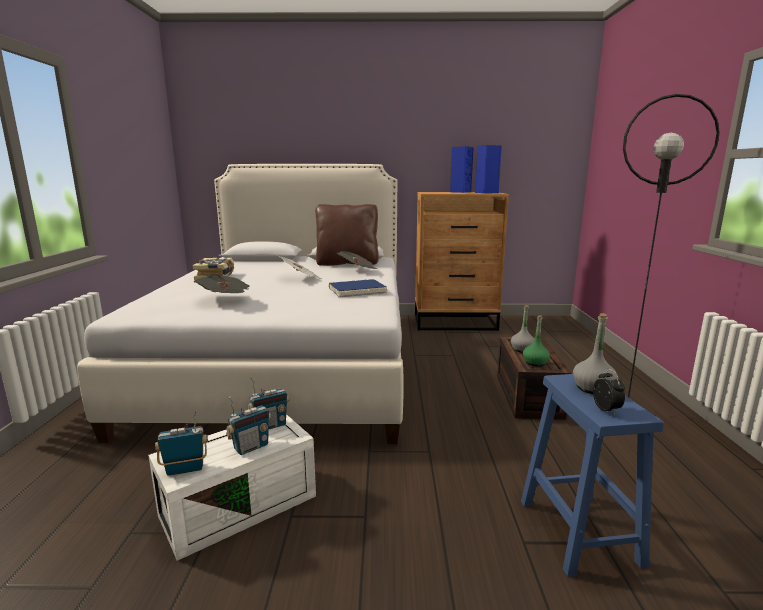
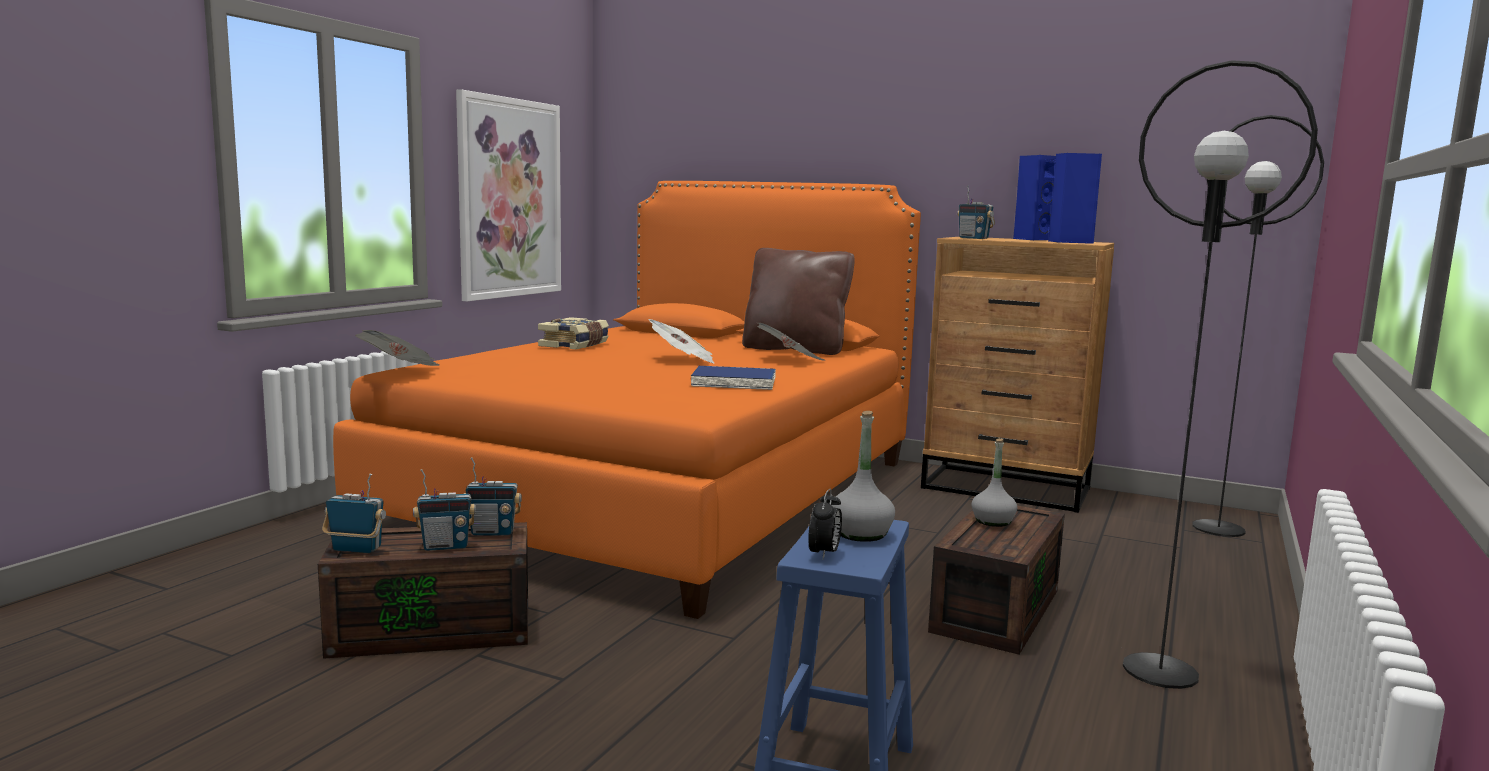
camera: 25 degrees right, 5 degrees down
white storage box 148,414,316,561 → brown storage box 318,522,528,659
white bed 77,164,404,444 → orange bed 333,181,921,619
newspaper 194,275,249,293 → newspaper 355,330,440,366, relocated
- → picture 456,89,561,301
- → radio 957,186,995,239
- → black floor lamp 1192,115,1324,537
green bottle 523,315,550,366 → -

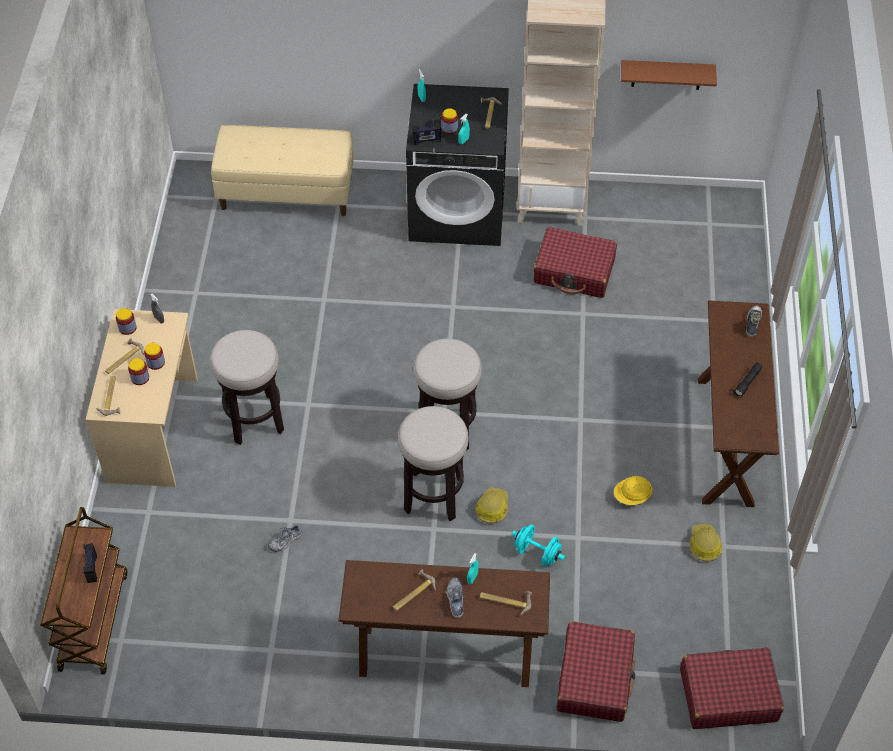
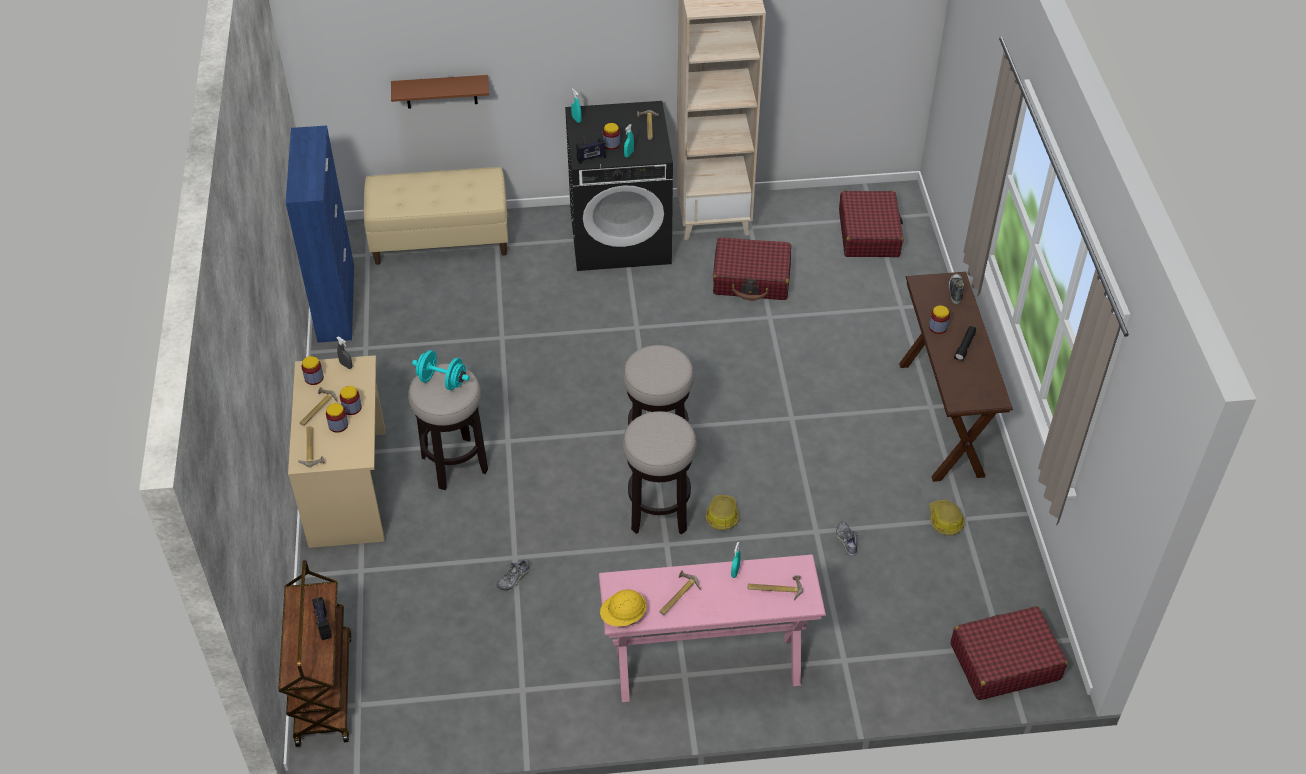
camera: 10 degrees left, 5 degrees down
- → blue cabinet 286,125,354,343
brown shelf 621,60,717,90 → brown shelf 391,75,489,109, relocated
turquoise dumbbell 512,525,565,566 → turquoise dumbbell 412,350,470,390, relocated
brown console table 338,560,550,687 → pink console table 599,555,826,702
yellow hard hat 614,476,653,505 → yellow hard hat 600,589,647,626, relocated
shoe 445,577,465,618 → shoe 836,522,858,556, relocated
red suitcase 557,621,635,722 → red suitcase 839,191,903,257, relocated
- → jar 929,305,950,334

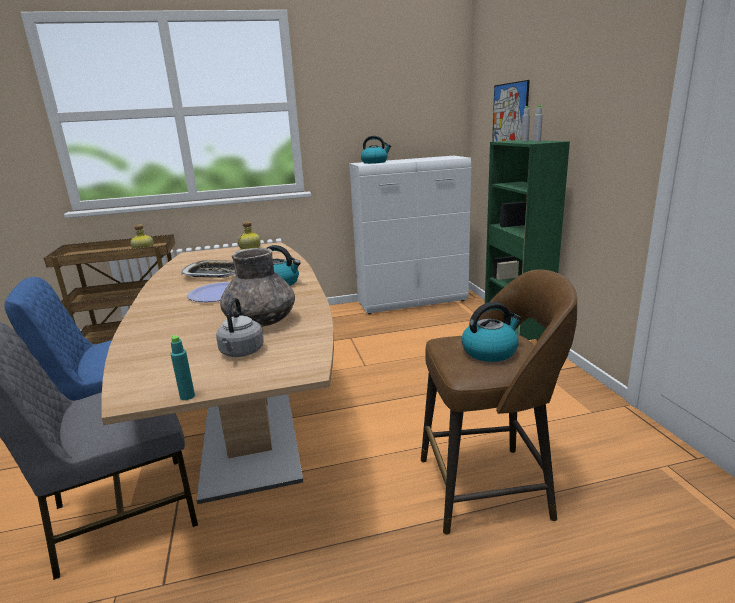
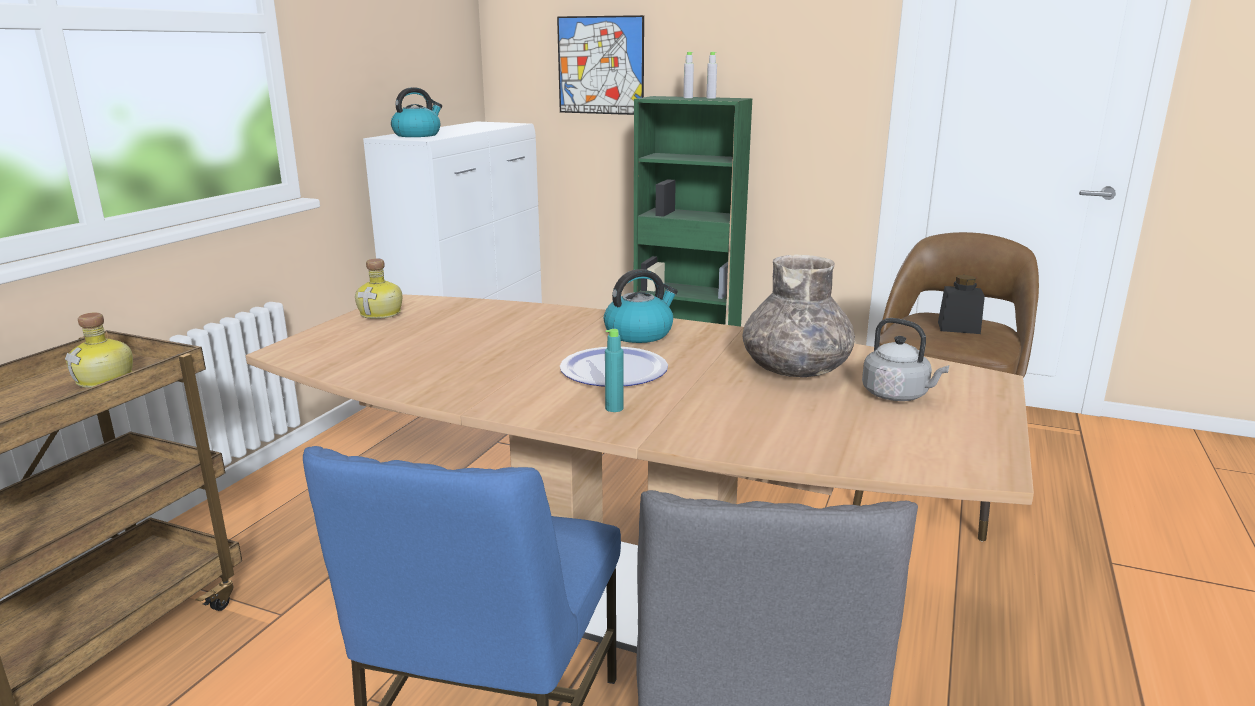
camera: 55 degrees left, 0 degrees up
turquoise bottle 171,335,195,400 → turquoise bottle 605,329,624,412, relocated
kettle 461,302,522,362 → black jar 938,275,985,334
tray 181,260,235,278 → -

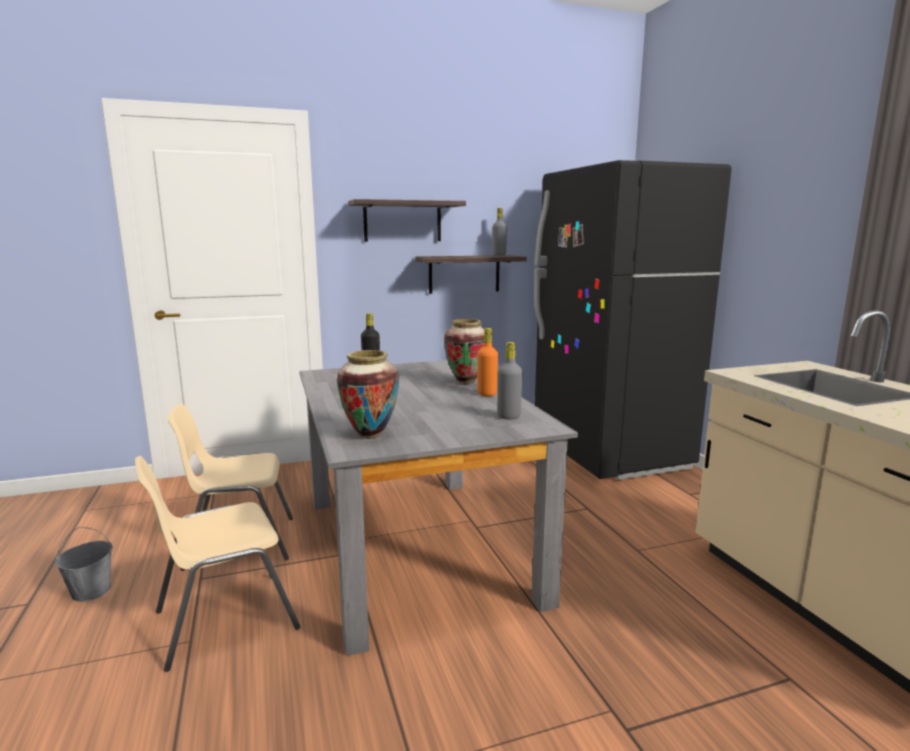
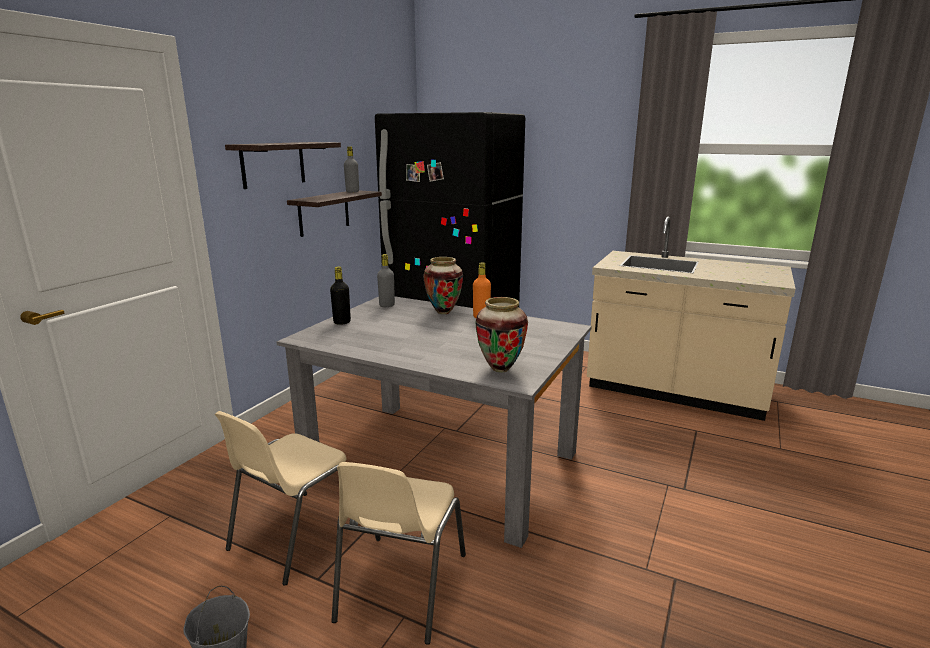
camera: 45 degrees left, 5 degrees up
grey bottle 497,342,523,419 → grey bottle 377,254,395,307, relocated

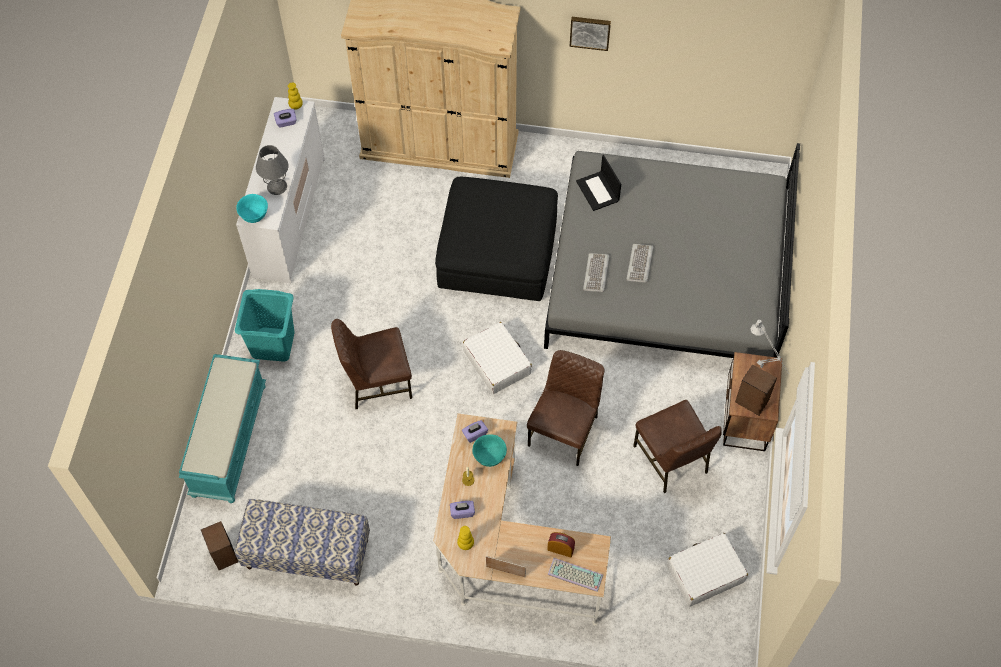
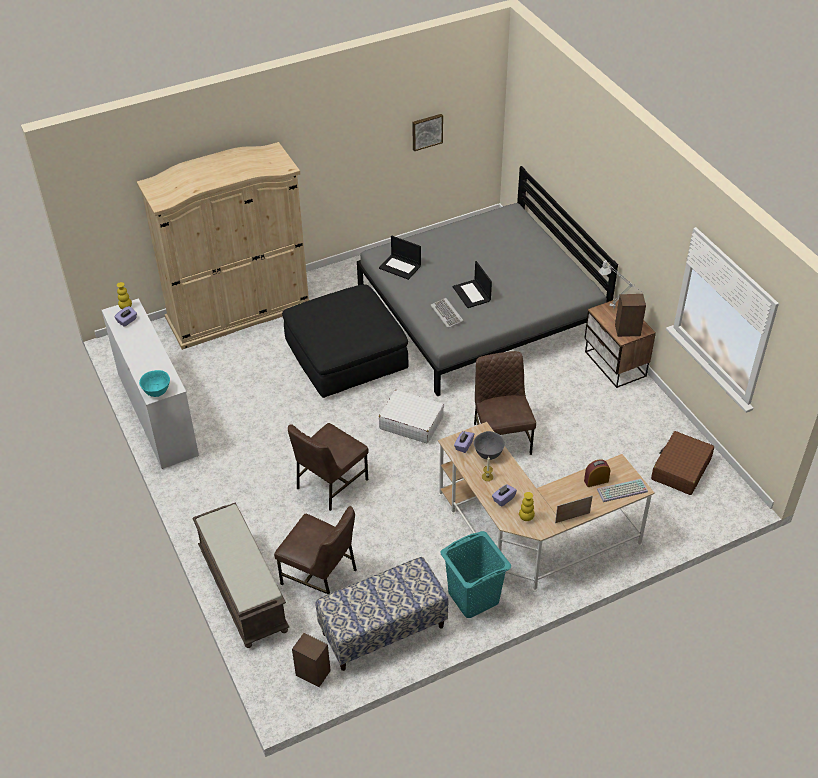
camera: 35 degrees left, 15 degrees down
turquoise bench 179,354,266,503 → brown bench 192,502,289,648
brown chair 633,400,722,493 → brown chair 274,506,357,594, relocated
picture 570,17,611,51 → picture 412,114,443,151, relocated
turquoise laundry basket 235,289,295,362 → turquoise laundry basket 440,531,511,618, relocated
keyboard 626,244,653,283 → laptop 453,261,492,308
turquoise bowl 472,435,507,467 → grey bowl 474,431,505,460
white suitcase 667,533,748,607 → brown suitcase 651,431,714,495
grey table lamp 256,145,289,195 → -

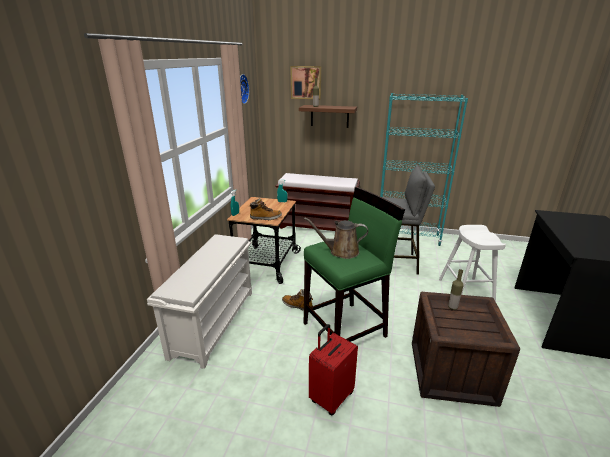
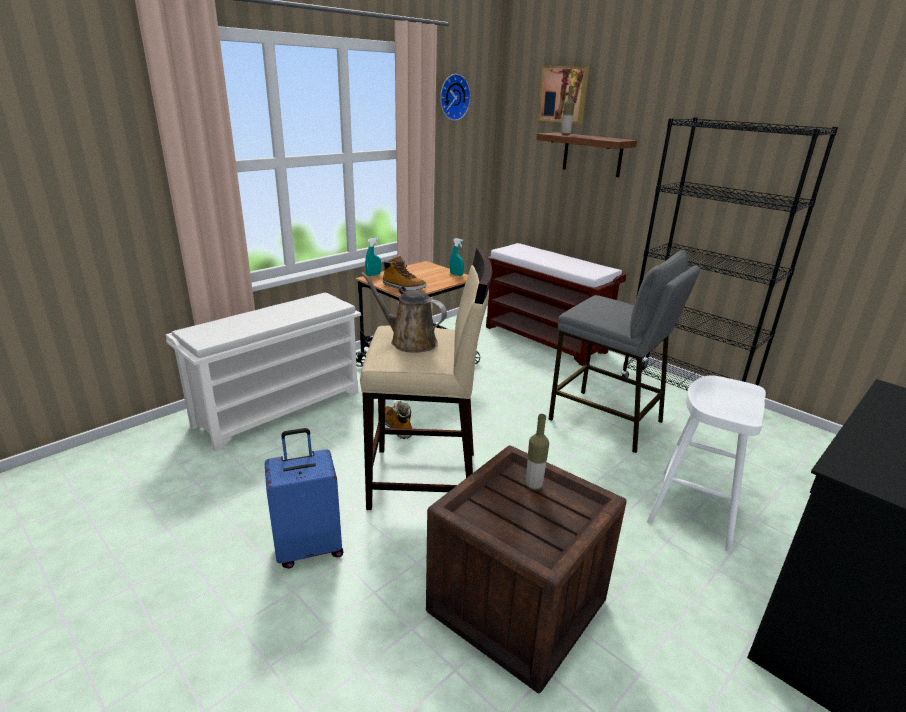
camera: 30 degrees right, 0 degrees up
red suitcase 309,324,358,415 → blue suitcase 265,428,343,568
green stool 304,187,405,342 → beige stool 360,248,492,510
turquoise bookcase 380,93,468,246 → black bookcase 621,117,838,391

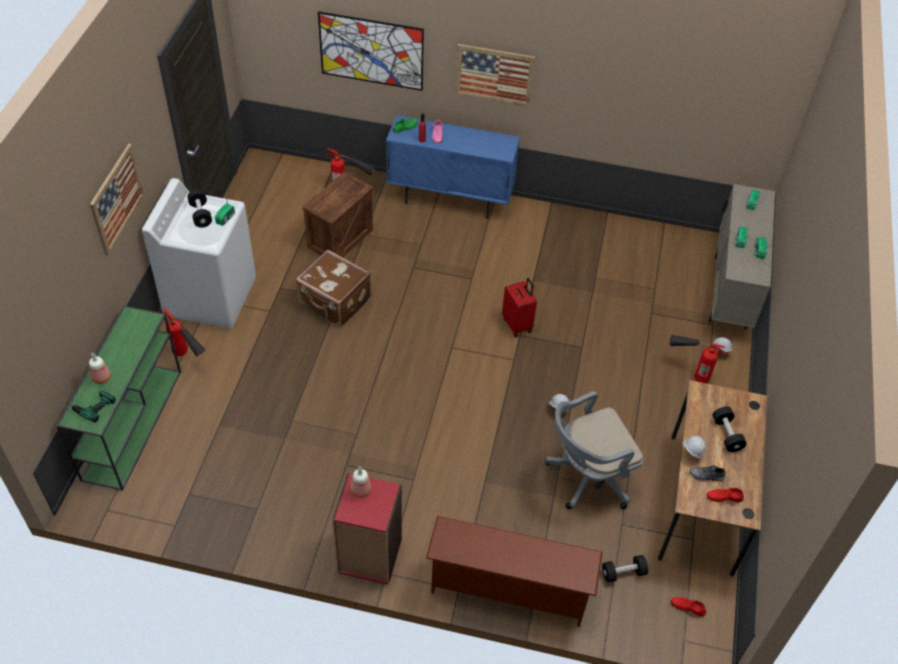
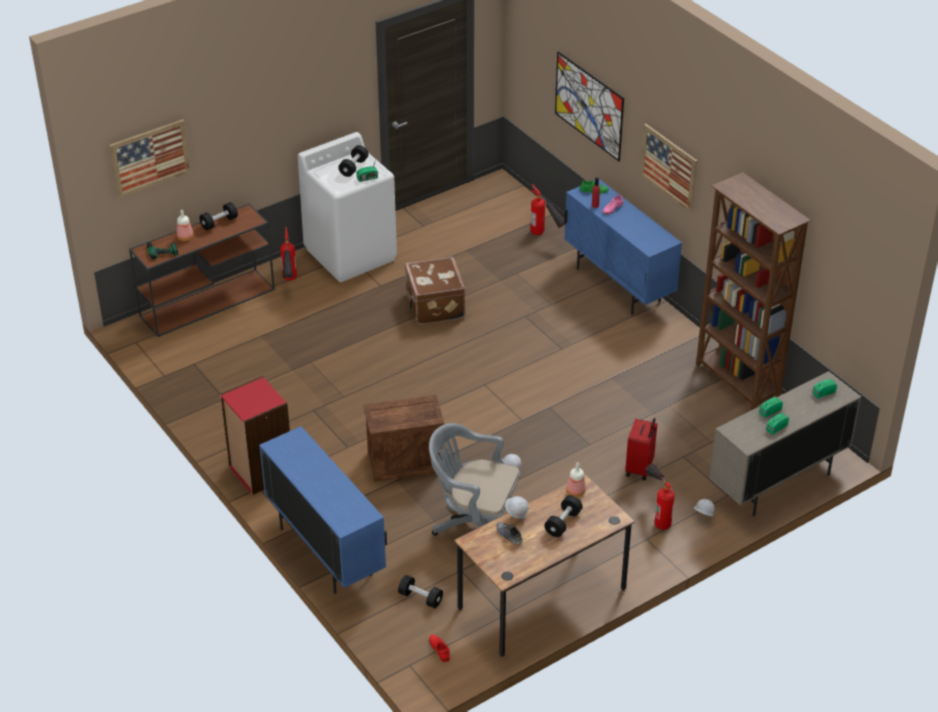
camera: 45 degrees right, 10 degrees down
picture 90,143,144,256 → picture 109,119,190,198, relocated
green console table 57,306,181,491 → brown console table 129,204,275,337
- → black dumbbell 199,202,238,230
brown shoe rack 426,516,603,627 → blue cabinet 259,426,387,594
crate 302,171,374,257 → crate 363,395,445,482, relocated
bottle 351,466,371,498 → bottle 566,463,586,497, relocated
red suitcase 502,278,537,337 → red suitcase 625,418,657,480, relocated
- → brown bookcase 696,172,811,410
red shoe 707,487,744,502 → -

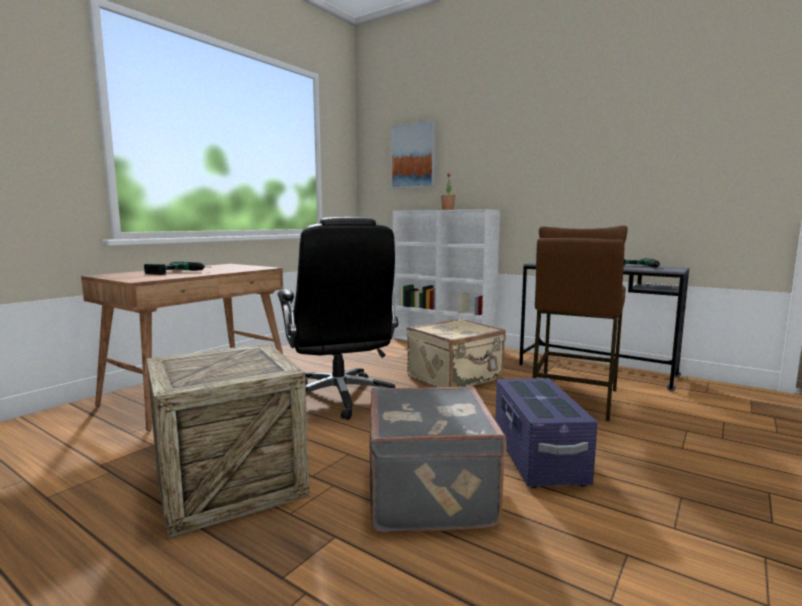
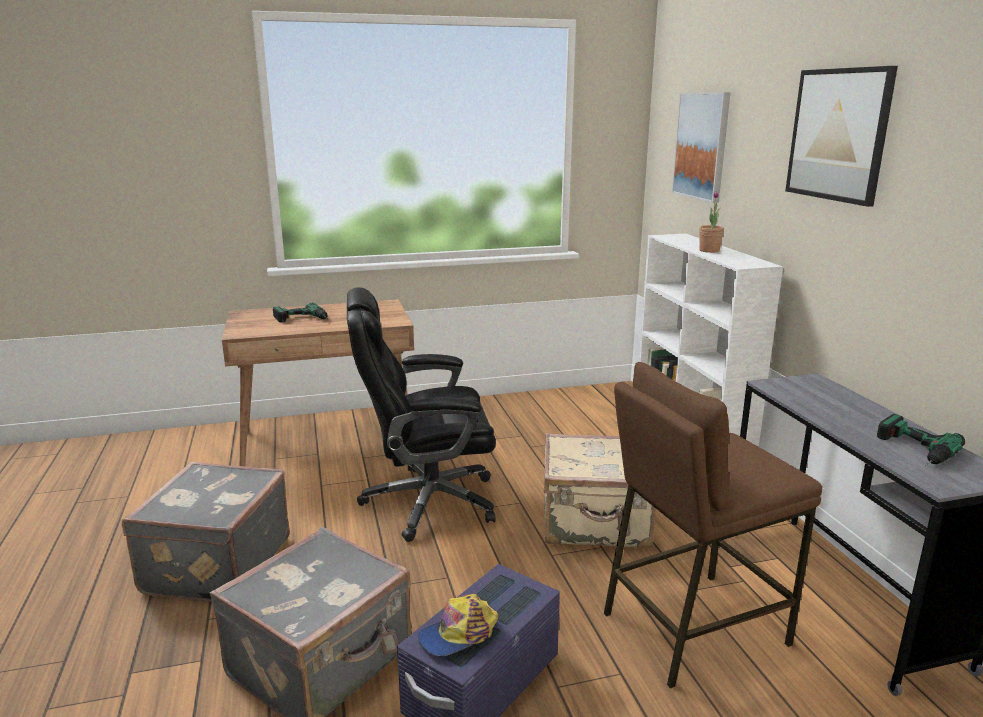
camera: 40 degrees right, 10 degrees up
crate 147,343,309,538 → grey suitcase 122,462,290,602
black office chair 278,217,398,420 → black office chair 347,287,496,542, 60 degrees clockwise
- → cap 418,594,498,656
- → picture 785,66,898,207

